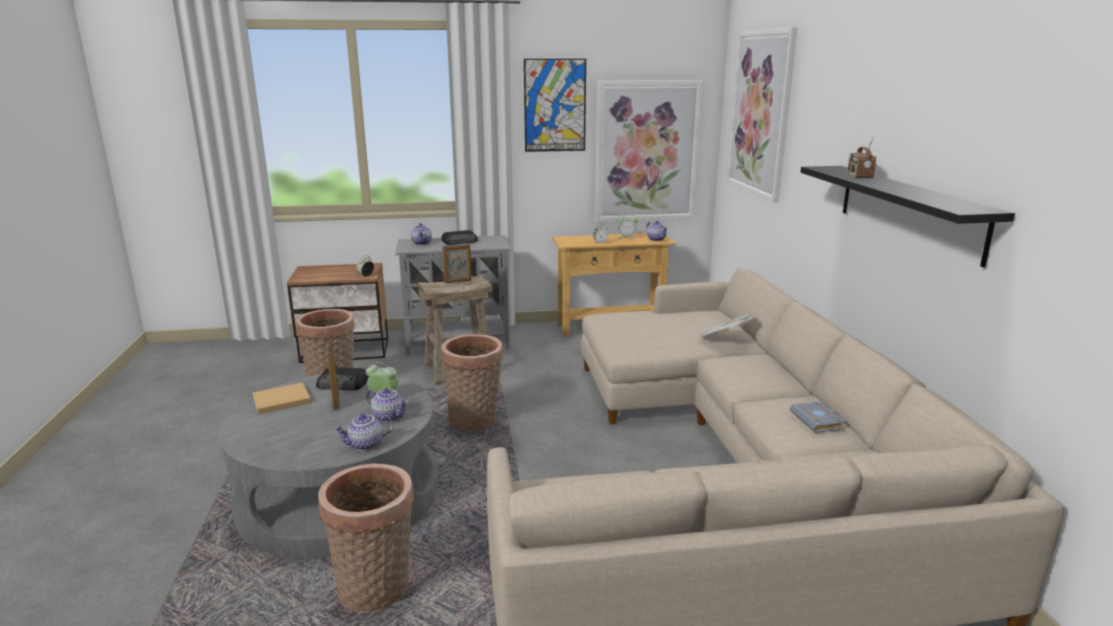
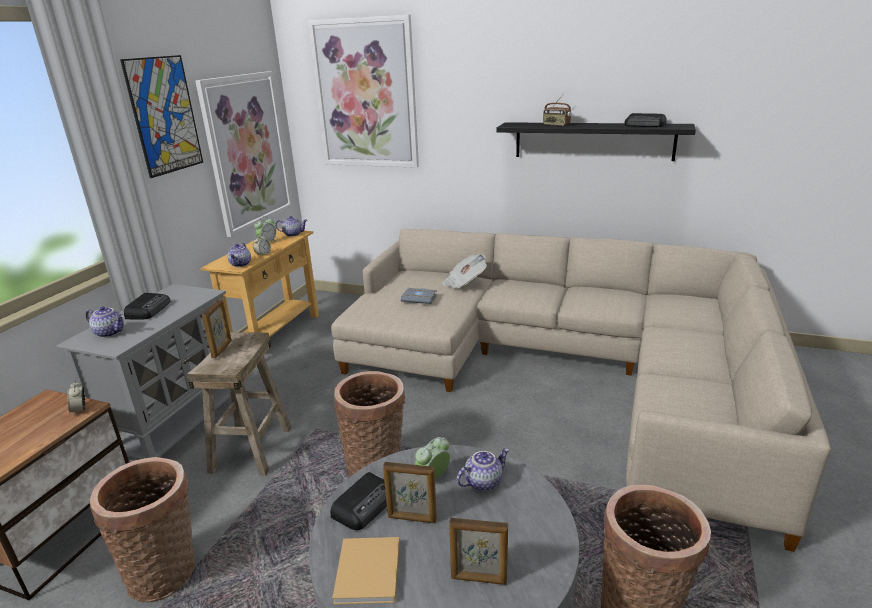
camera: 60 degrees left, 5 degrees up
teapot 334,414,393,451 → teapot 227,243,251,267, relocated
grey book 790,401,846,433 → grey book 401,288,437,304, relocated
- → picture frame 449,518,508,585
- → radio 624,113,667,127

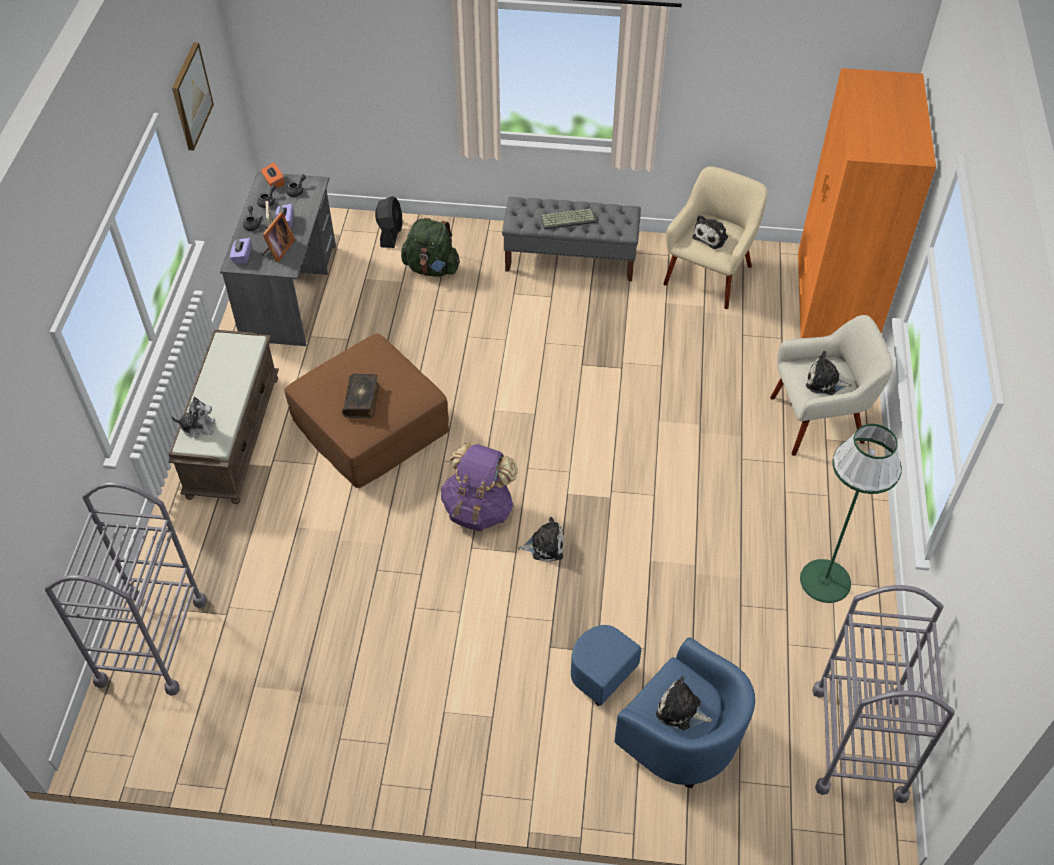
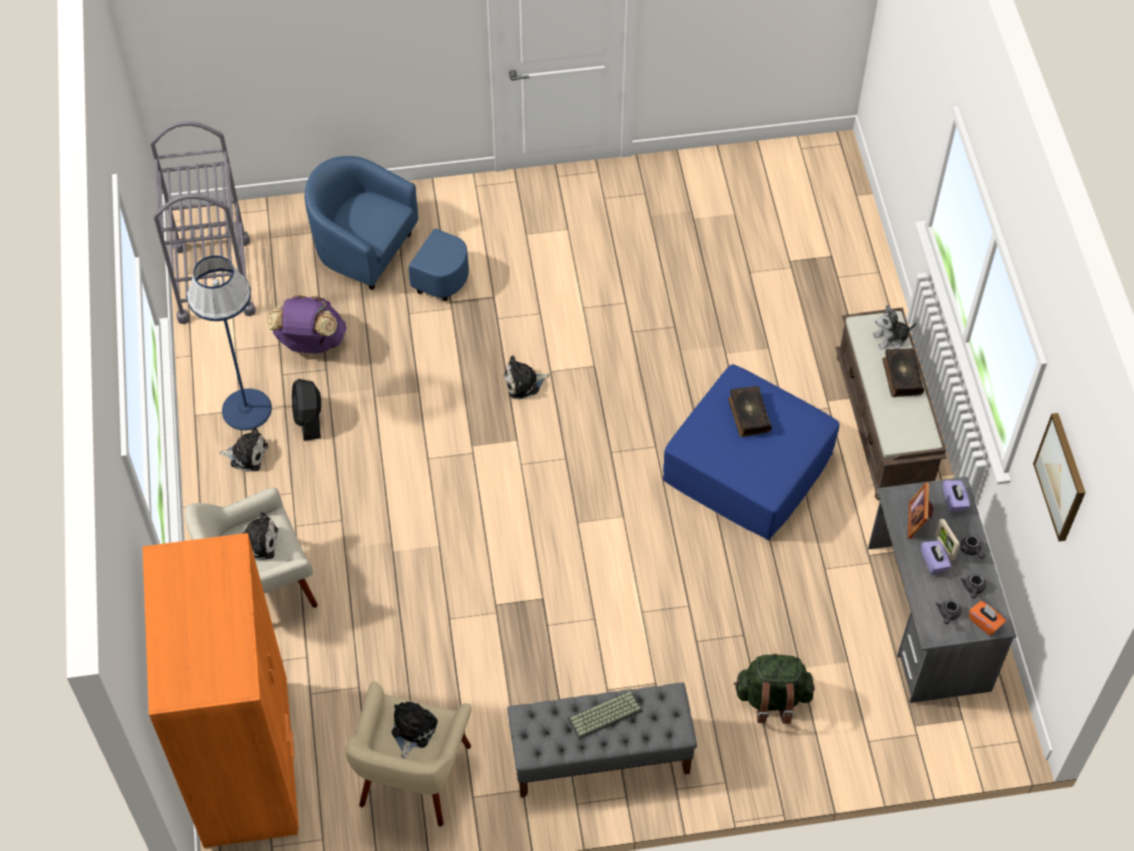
camera: 165 degrees right, 5 degrees up
green floor lamp 800,424,902,603 → blue floor lamp 187,255,272,430
plush toy 656,676,712,730 → plush toy 219,427,268,472, relocated
purple backpack 441,443,518,531 → purple backpack 267,295,347,354, relocated
black fan 375,196,403,248 → black fan 292,379,321,441, relocated
brown ottoman 285,333,449,488 → blue ottoman 663,364,839,540
- → book 882,348,924,397
grey cart 45,482,207,696 → -

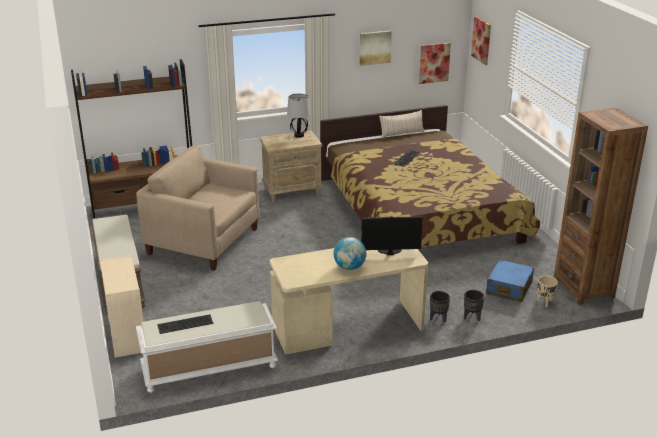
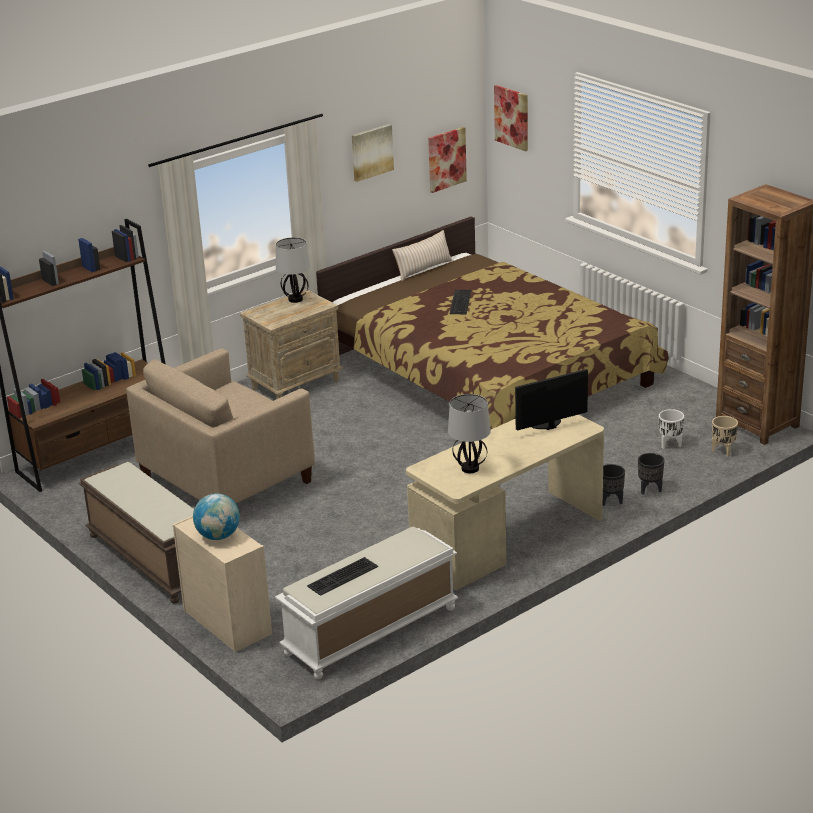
camera: 20 degrees left, 0 degrees up
beige armchair 136,145,260,271 → beige armchair 126,348,315,503, 45 degrees counterclockwise
globe 333,237,366,270 → globe 193,493,240,540, relocated
- → table lamp 448,394,491,473
blue suitcase 486,260,534,302 → white planter 659,409,684,449

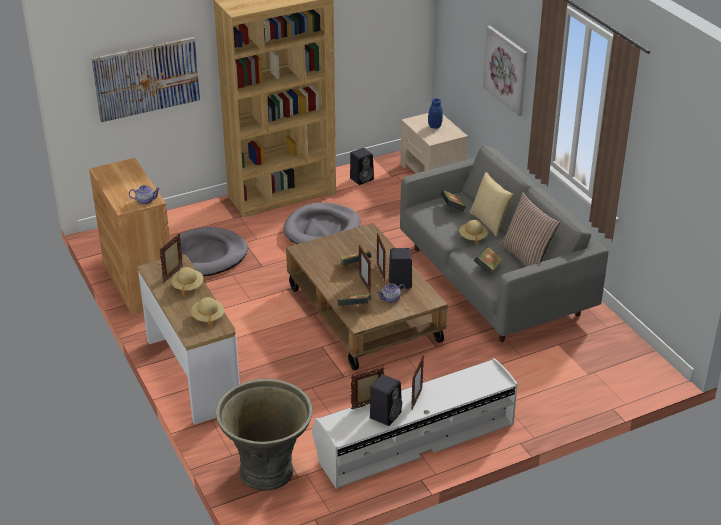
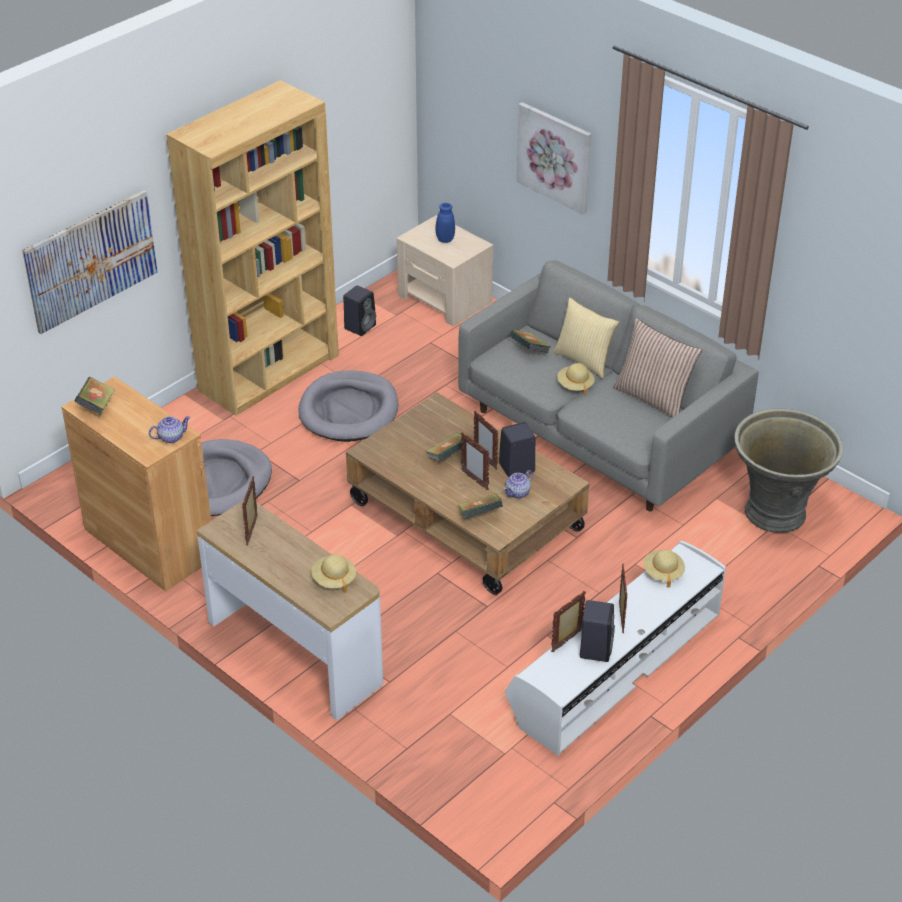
camera: 20 degrees left, 5 degrees up
book 474,247,504,274 → book 74,377,115,415, relocated
beige hat 172,267,203,296 → beige hat 644,549,685,588, relocated
grey planter 216,379,313,491 → grey planter 734,408,843,533, relocated

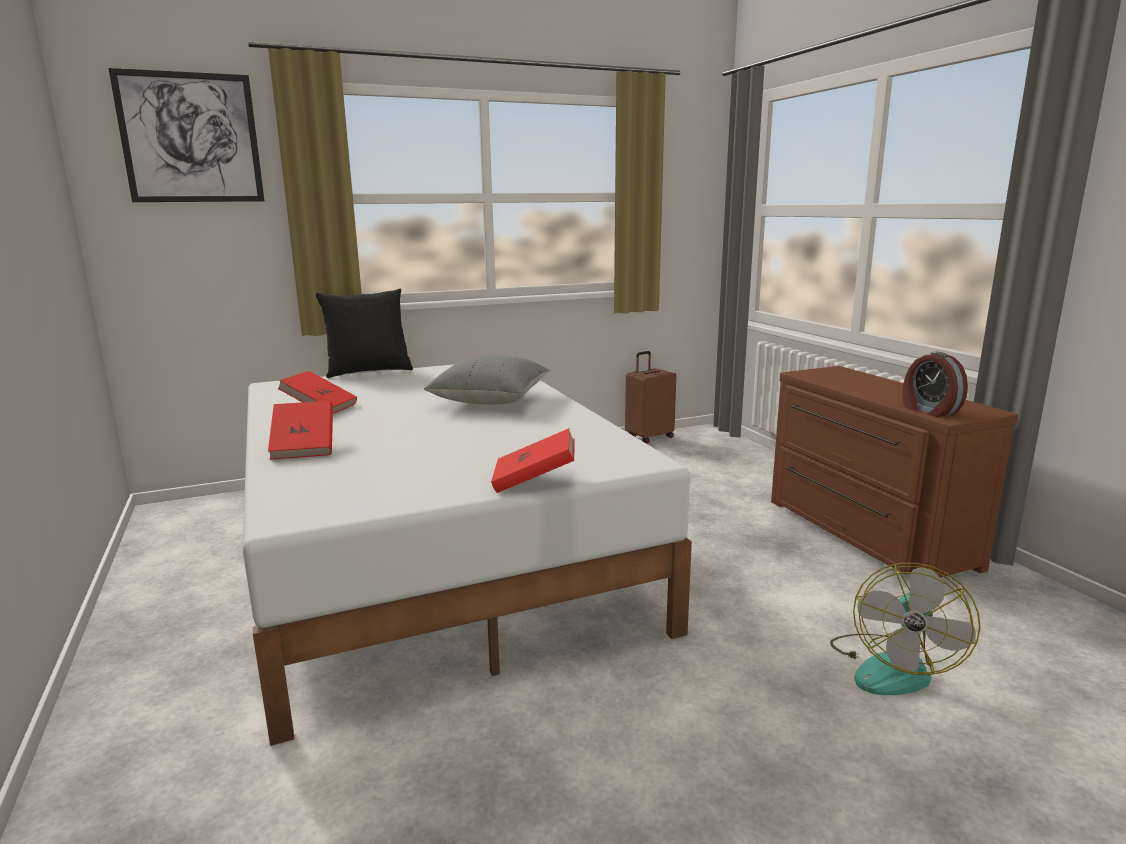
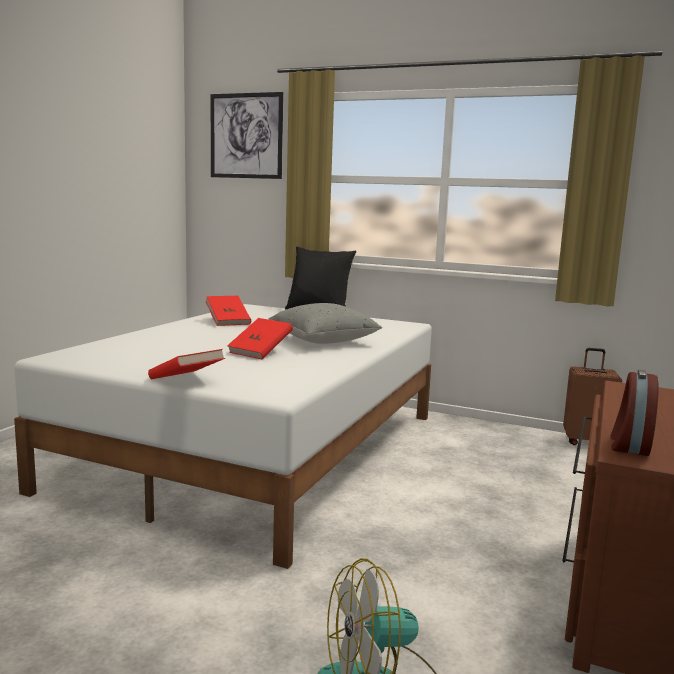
camera: 45 degrees right, 5 degrees down
red book 268,401,333,460 → red book 227,318,293,359, relocated

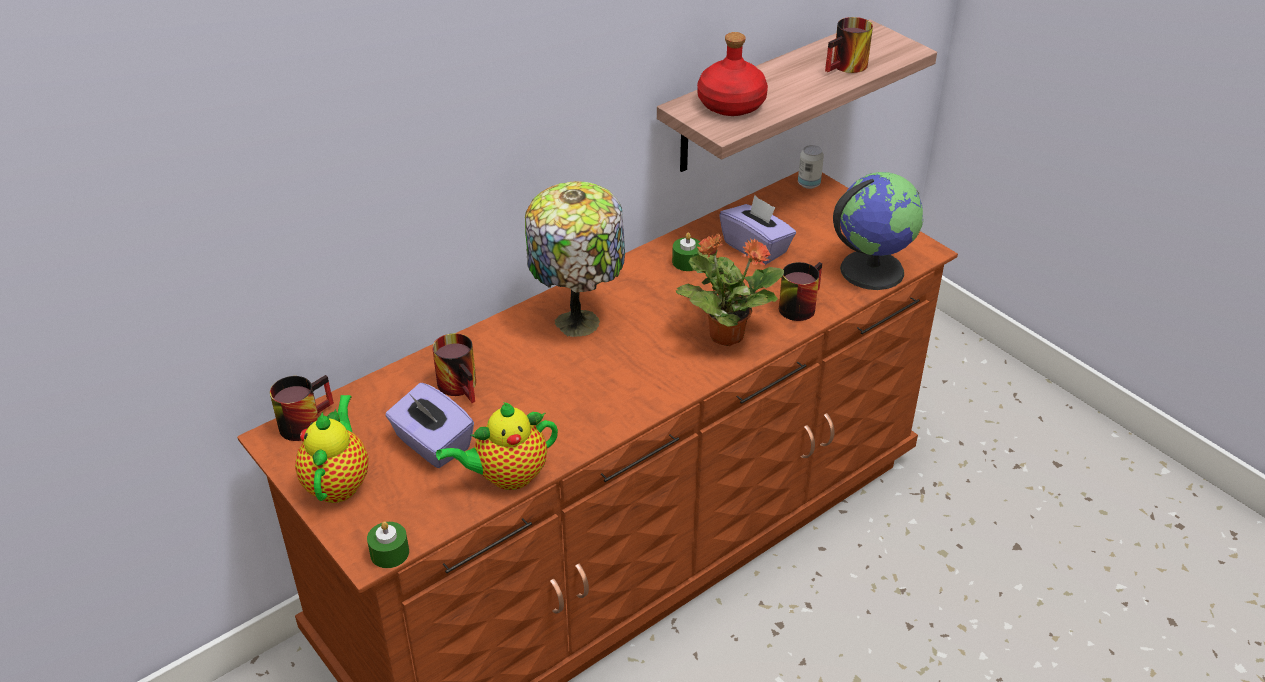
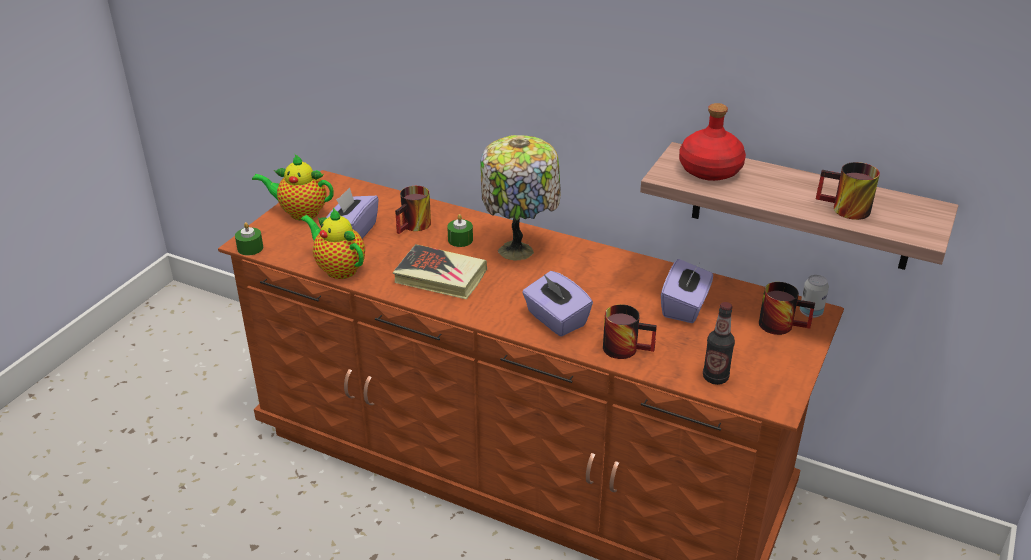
camera: 65 degrees right, 5 degrees down
teapot 295,395,369,503 → teapot 252,154,334,220, 150 degrees counterclockwise
- → book 393,244,487,299
green candle 672,233,701,271 → green candle 447,214,473,247, relocated
potted plant 676,234,784,346 → purple tissue box 522,271,593,337
globe 833,172,924,290 → bottle 703,302,735,385
mug 270,375,334,441 → mug 759,282,815,335, relocated

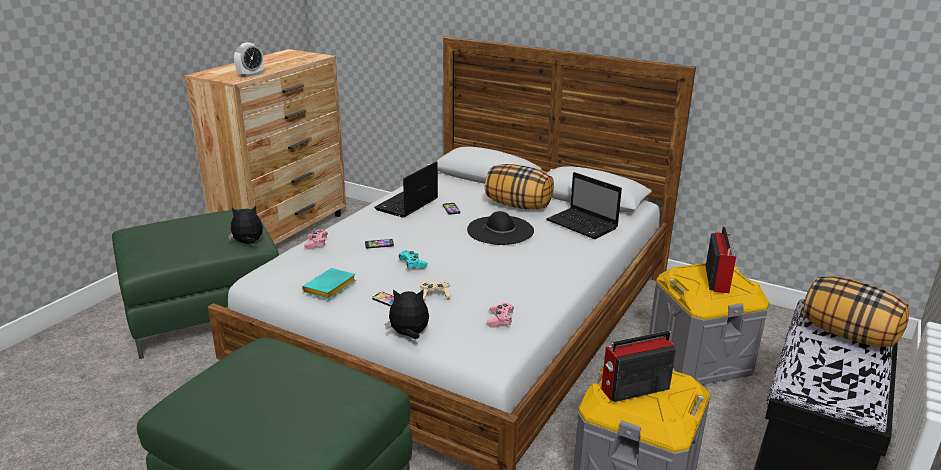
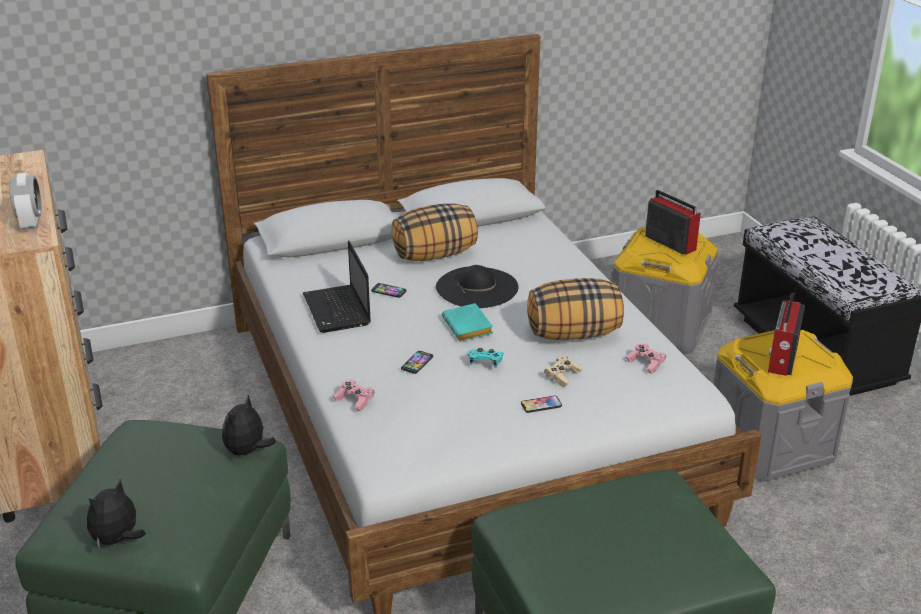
camera: 50 degrees left, 5 degrees up
plush toy 385,289,429,339 → plush toy 87,479,146,549, relocated
turquoise book 302,268,356,300 → turquoise book 442,303,493,341, relocated
pillow 803,276,909,347 → pillow 527,278,624,340, relocated
laptop 546,172,622,239 → -

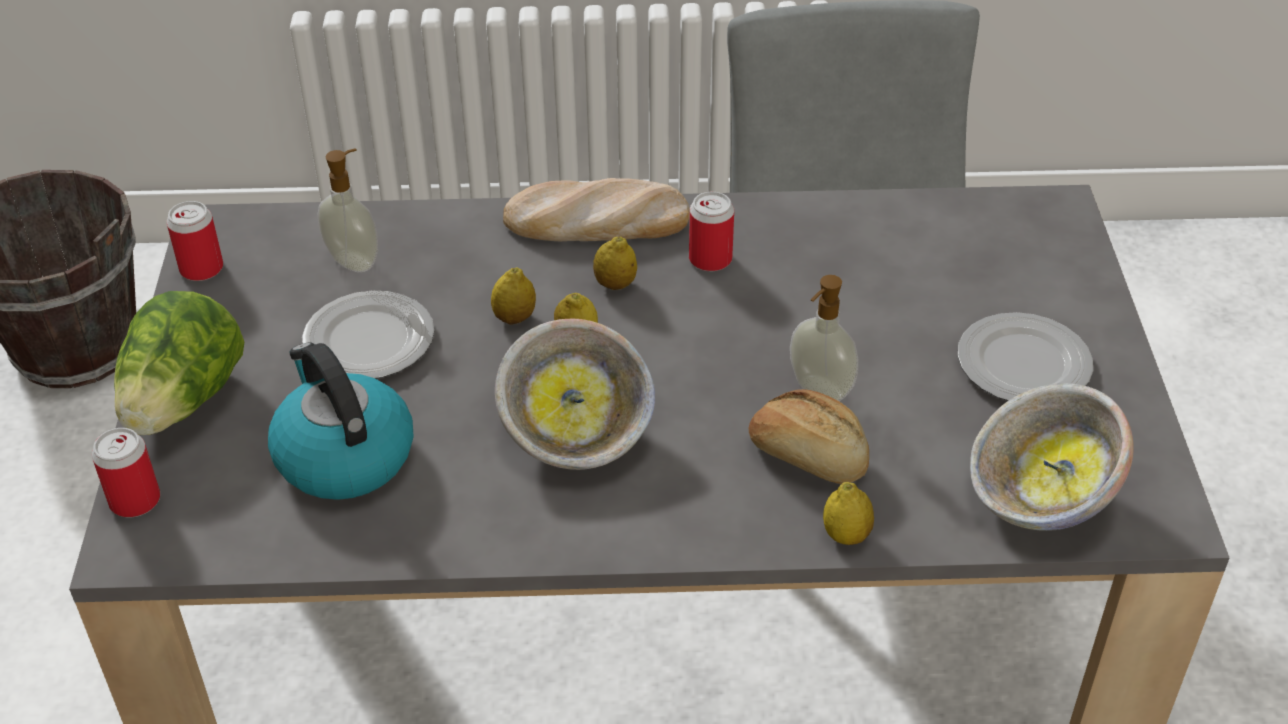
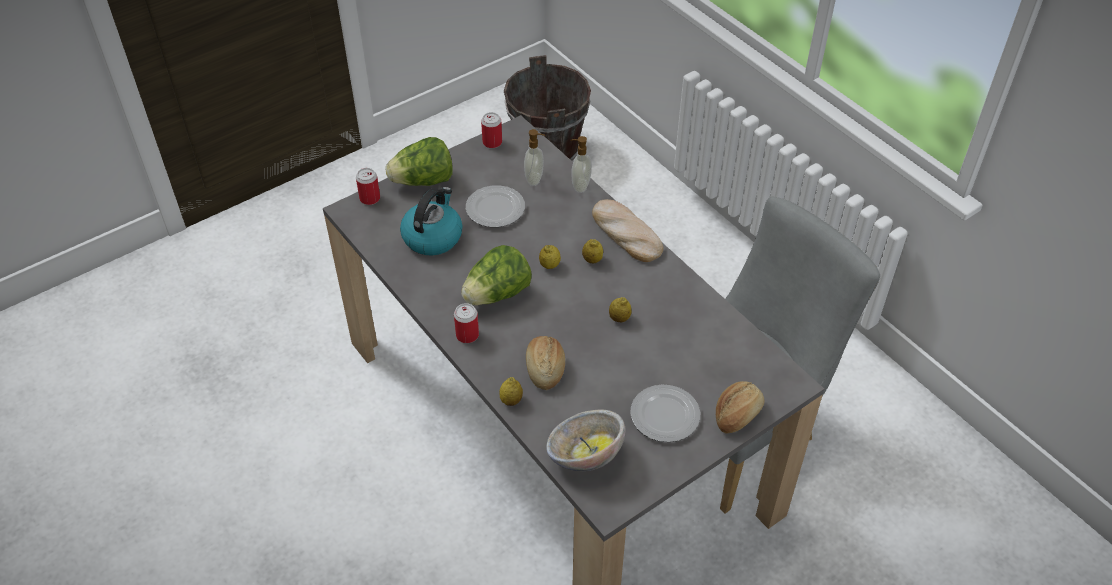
camera: 55 degrees right, 5 degrees up
can 689,192,734,271 → can 454,303,479,343, relocated
bowl 495,319,655,470 → lettuce 461,245,532,306
soap dispenser 790,275,858,401 → soap dispenser 570,136,592,193, relocated
lemon 491,267,536,324 → lemon 609,297,631,322, relocated
- → bread 716,381,764,433

